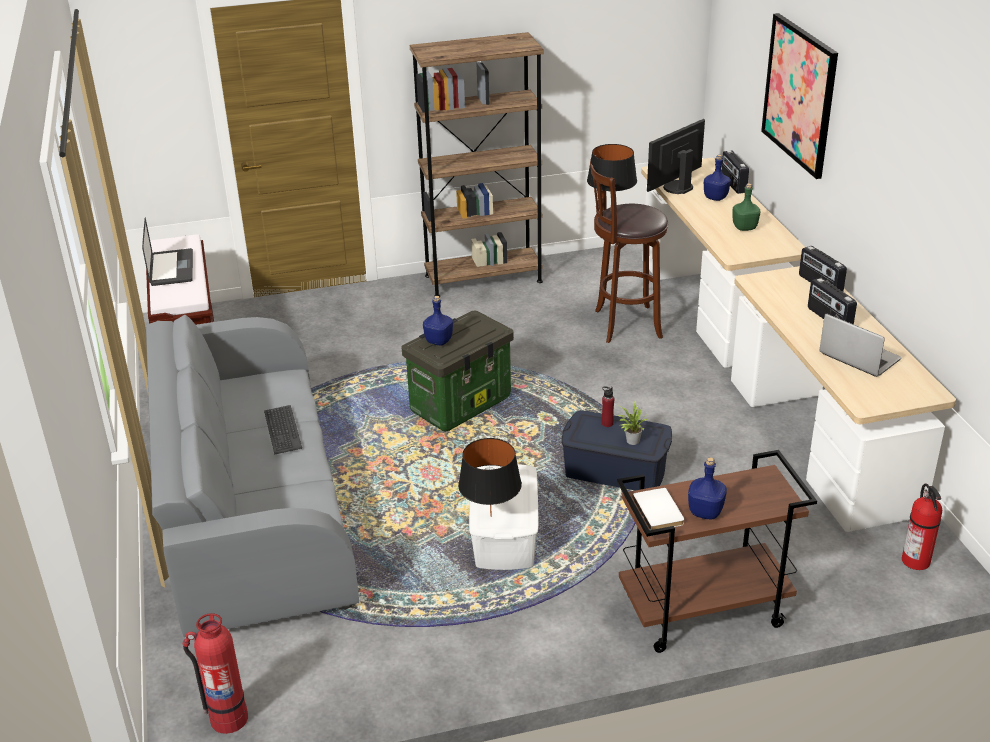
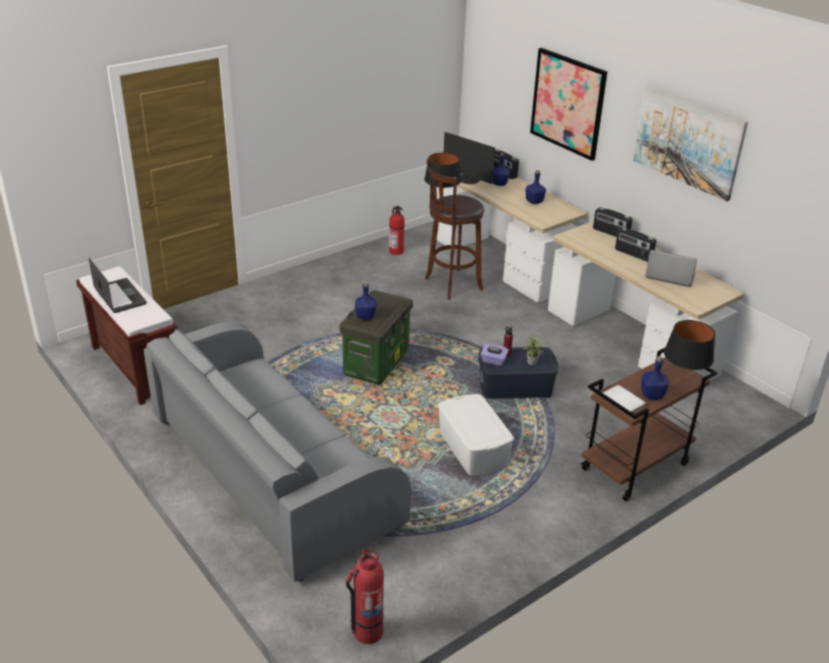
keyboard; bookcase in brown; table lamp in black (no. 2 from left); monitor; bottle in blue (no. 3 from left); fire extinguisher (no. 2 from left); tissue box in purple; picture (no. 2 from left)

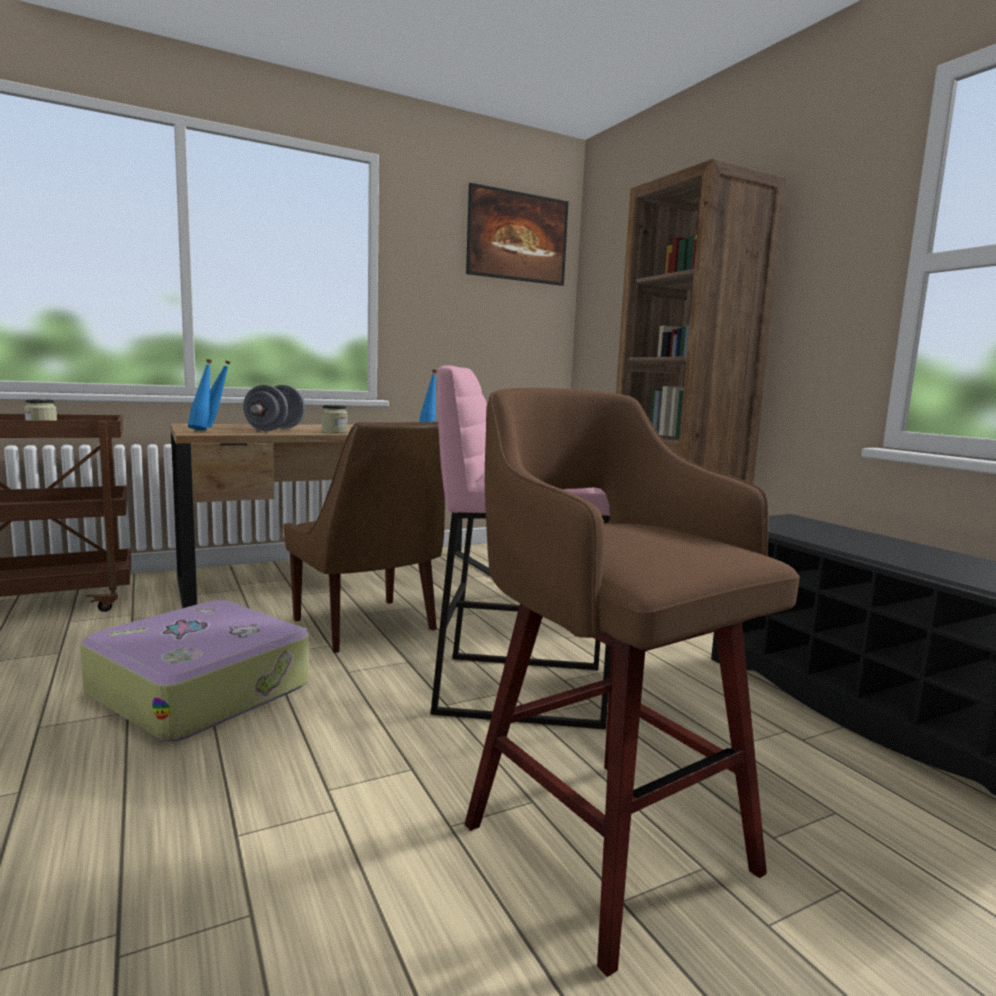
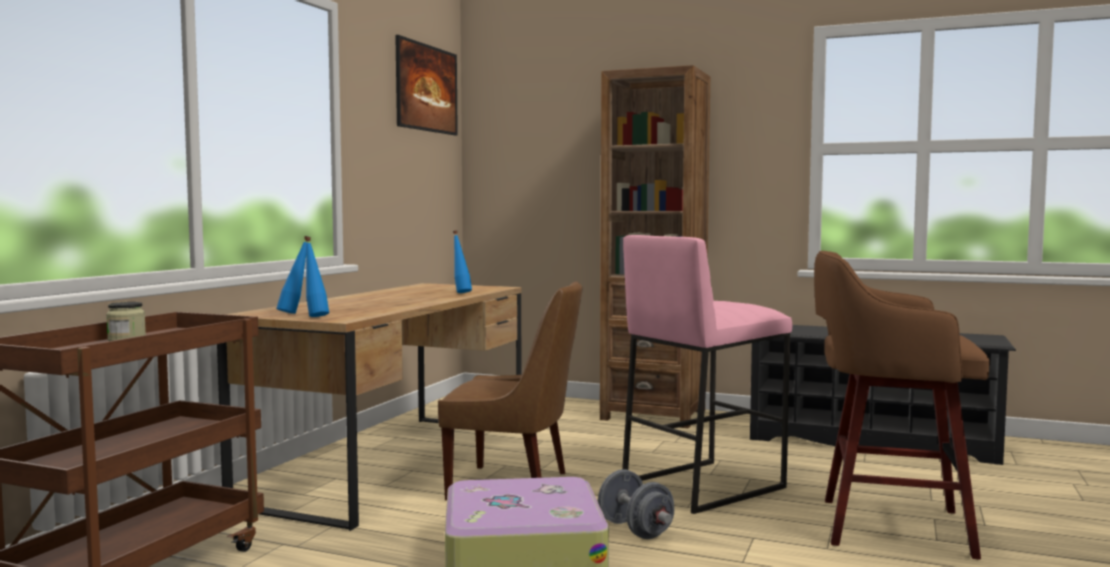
dumbbell in grey; jar (no. 2 from left in the first image)

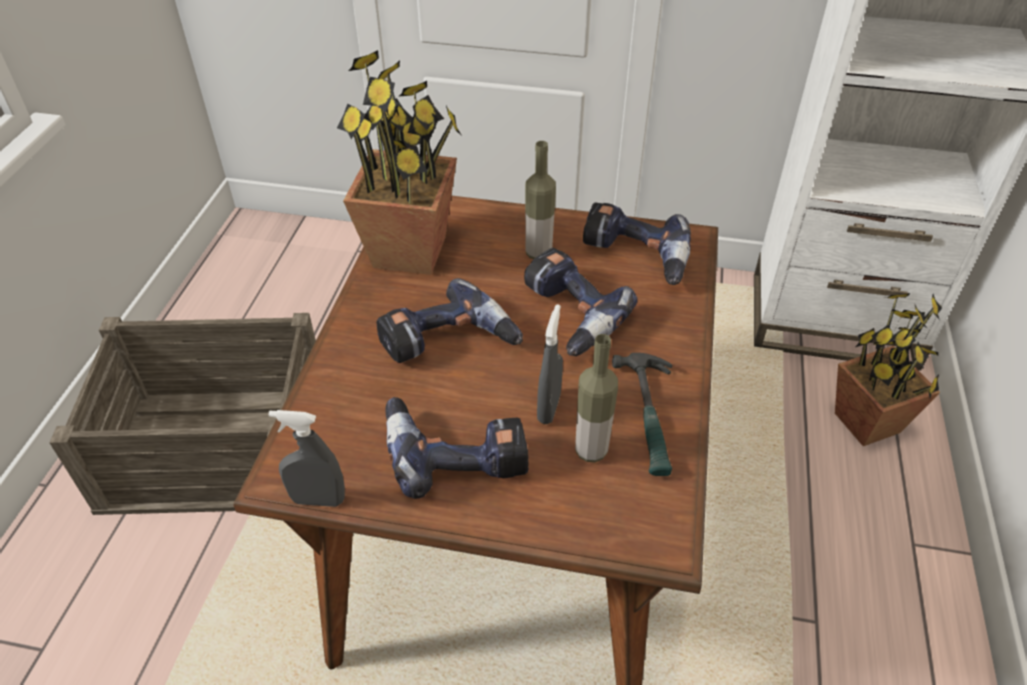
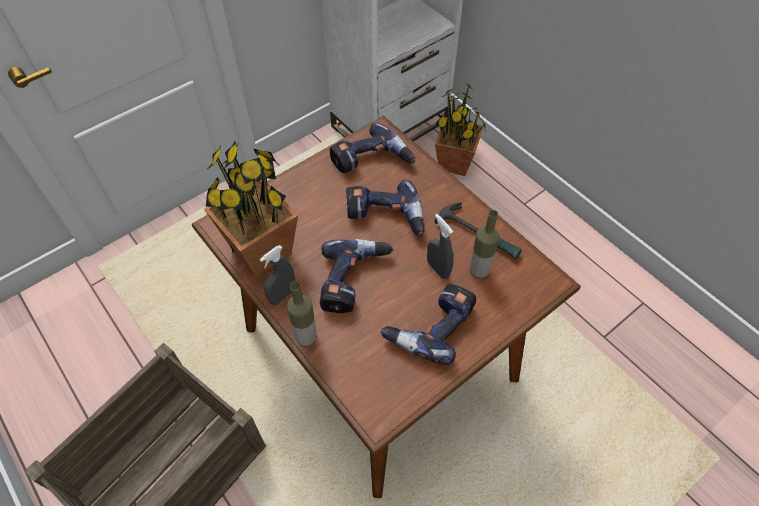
spray bottle in grey (no. 1 from left); bottle (no. 1 from left)

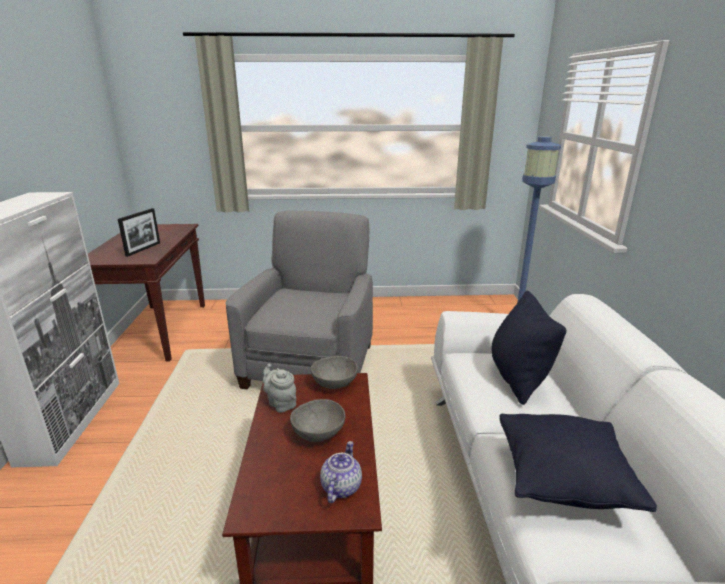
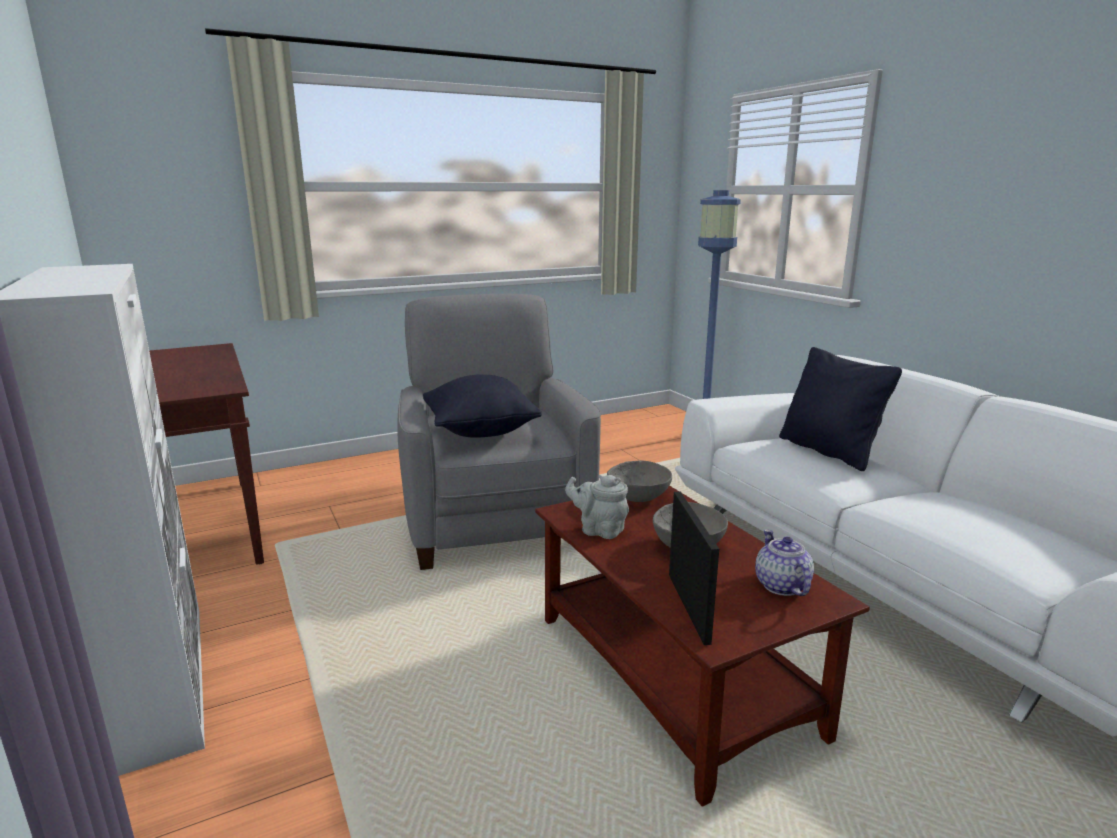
picture frame; pillow in black (no. 1 from left)

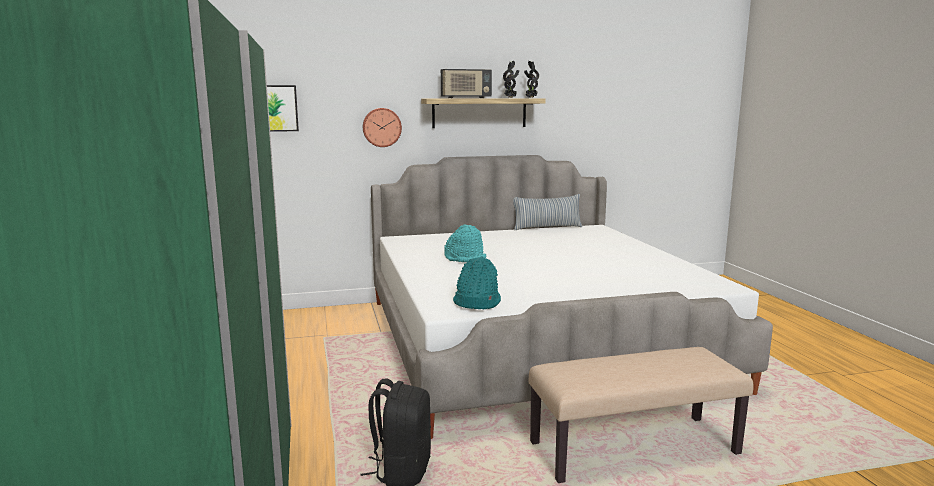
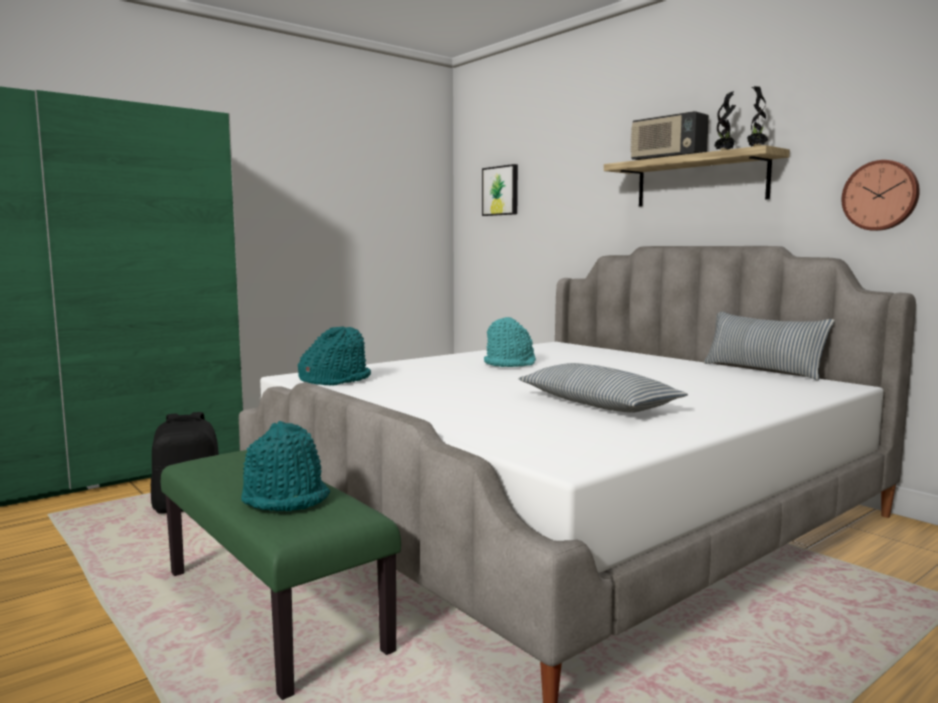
wall clock; bench in green; hat in turquoise (no. 1 from left); pillow (no. 1 from left)

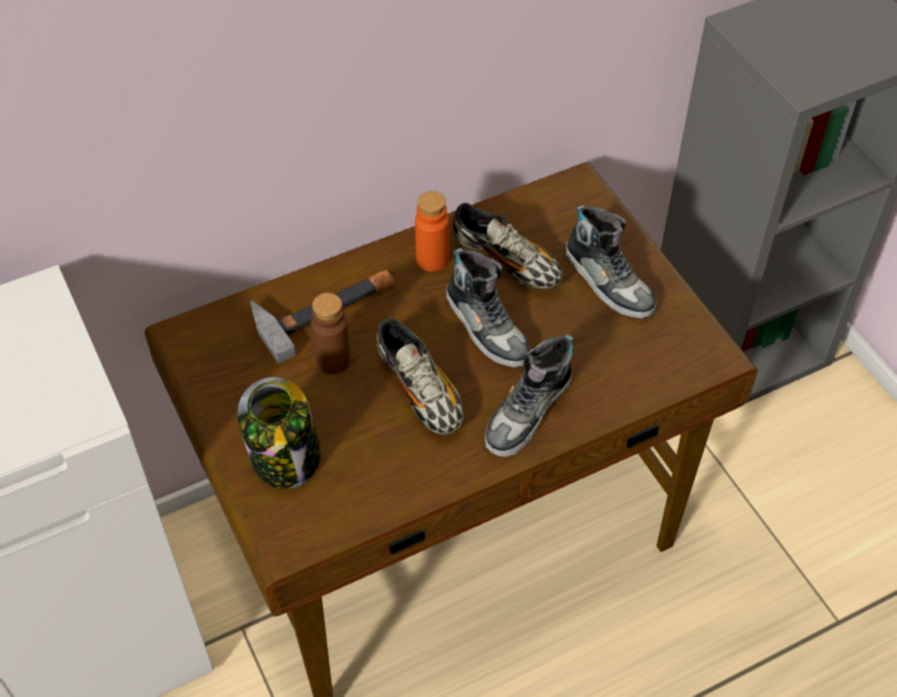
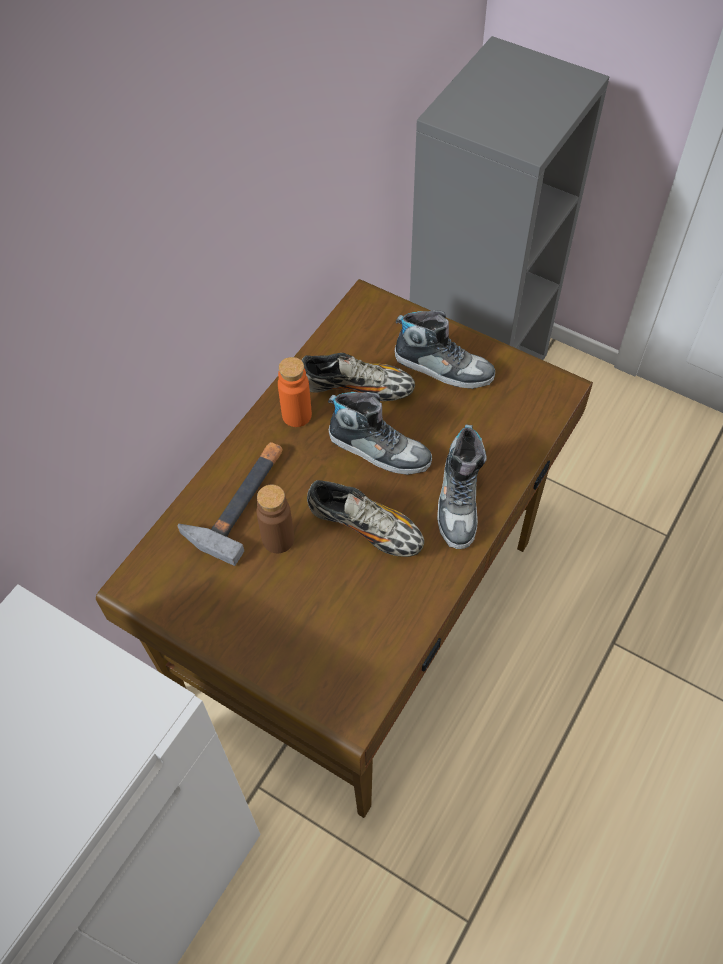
jar

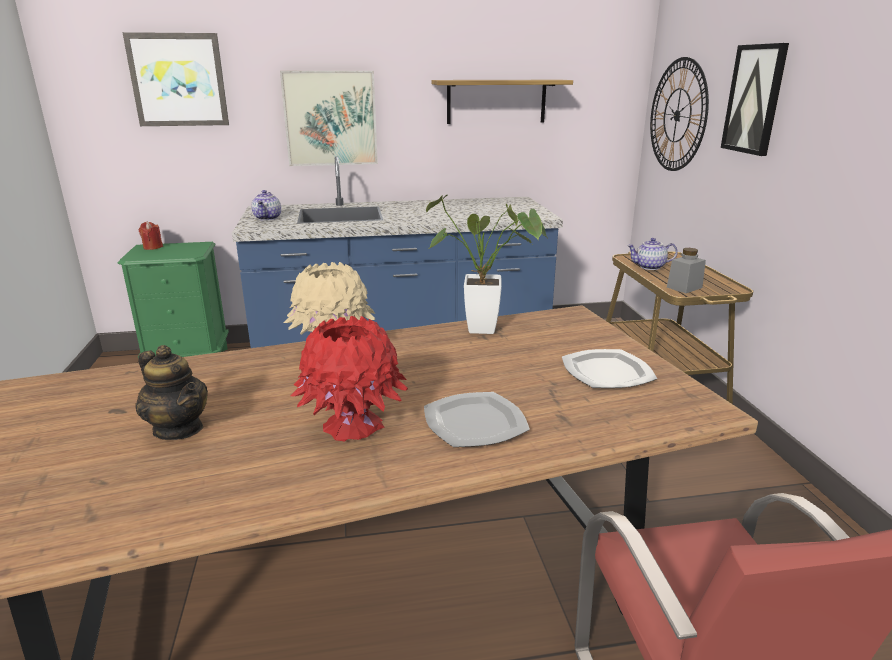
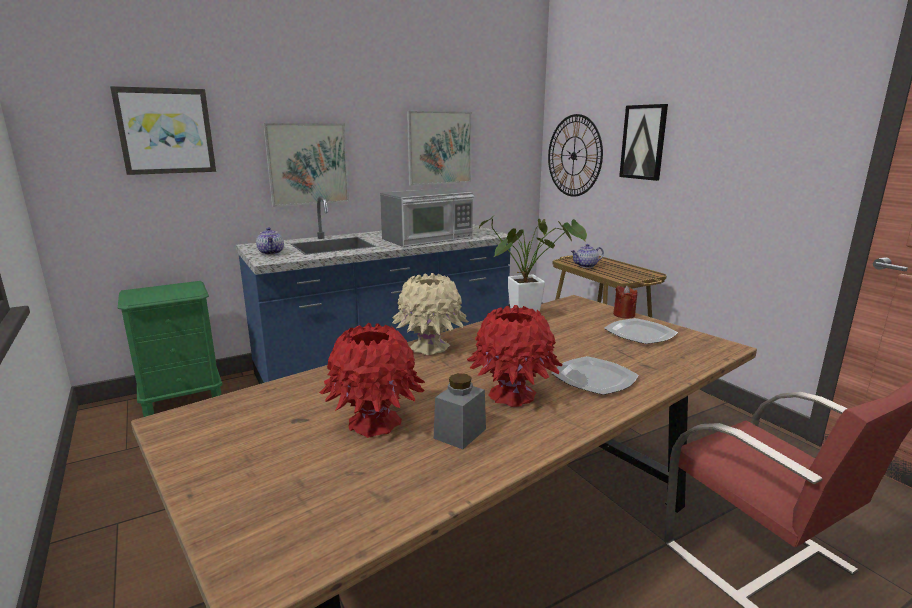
vase in red (no. 1 from left); candle in red; picture (no. 3 from left); jar in grey; microwave

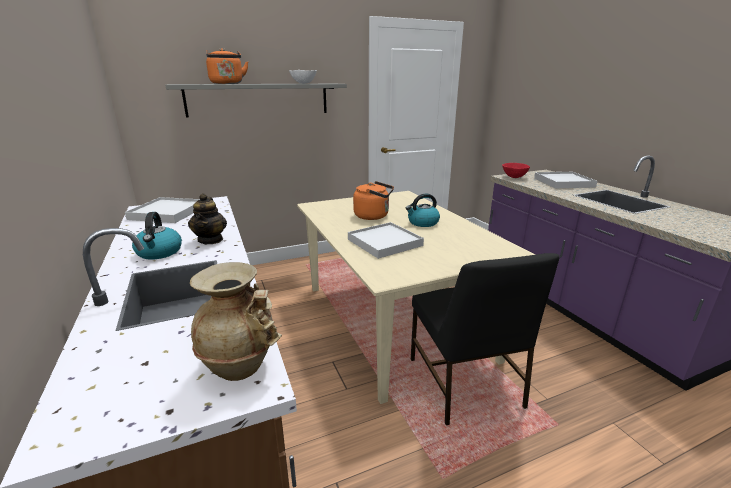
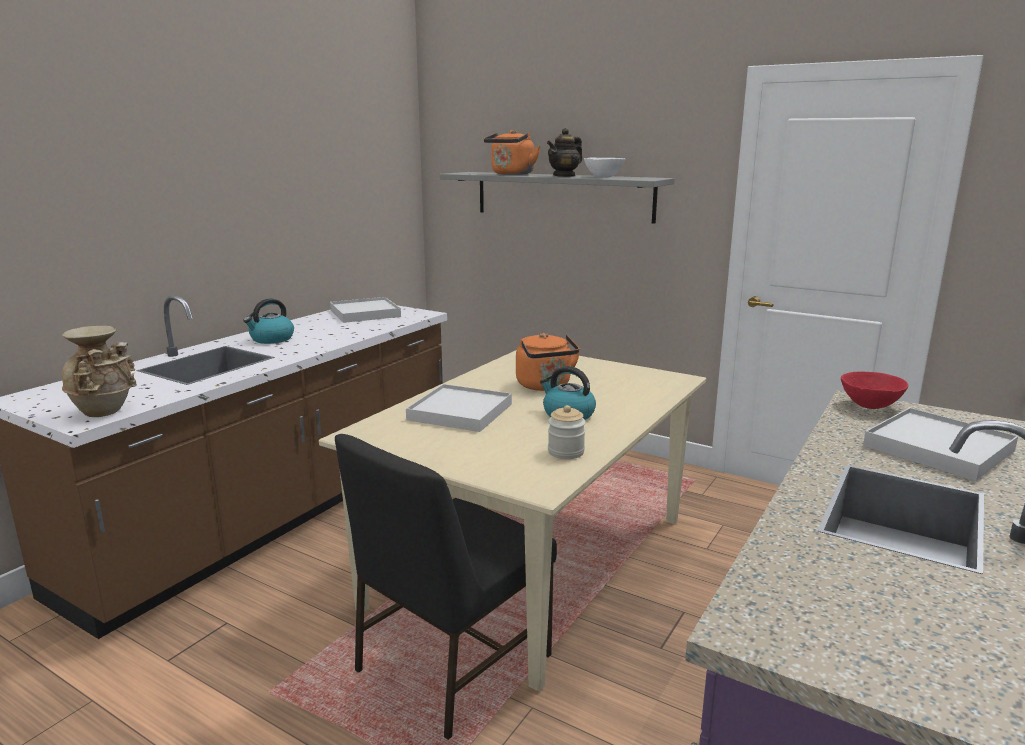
teapot; jar

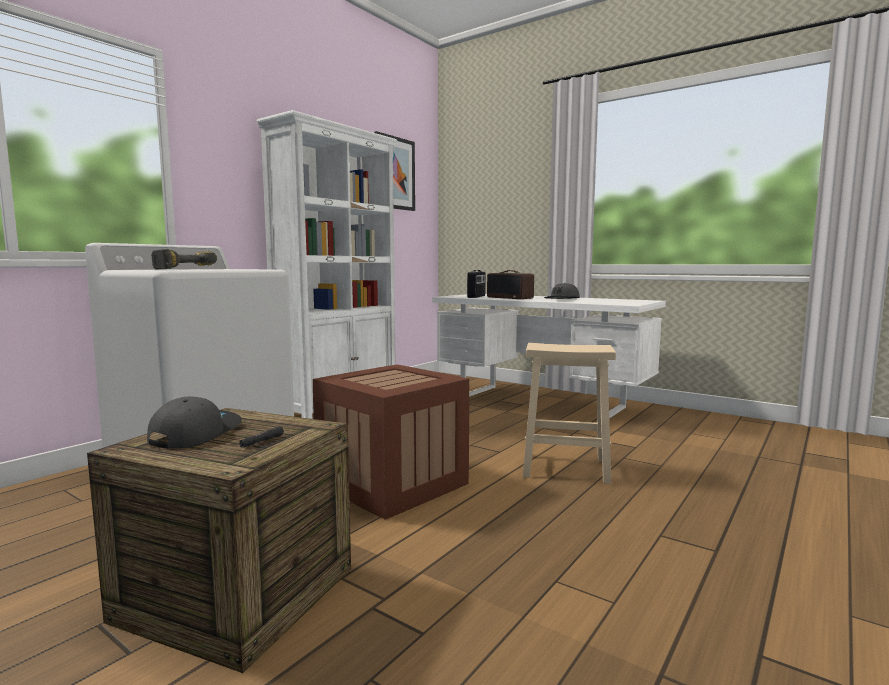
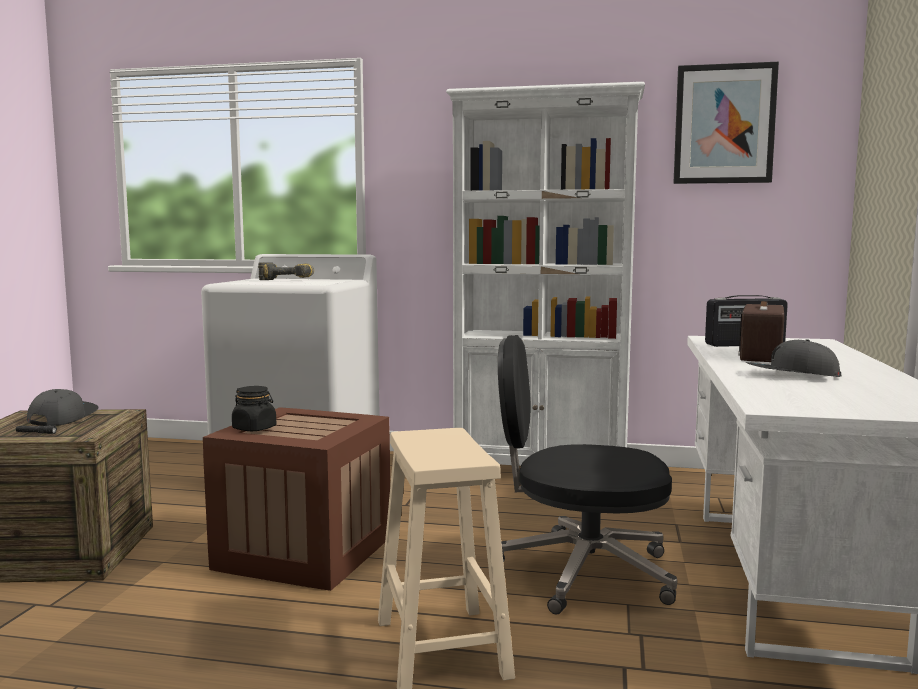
cap in grey (no. 1 from left); jar in black; office chair in black

